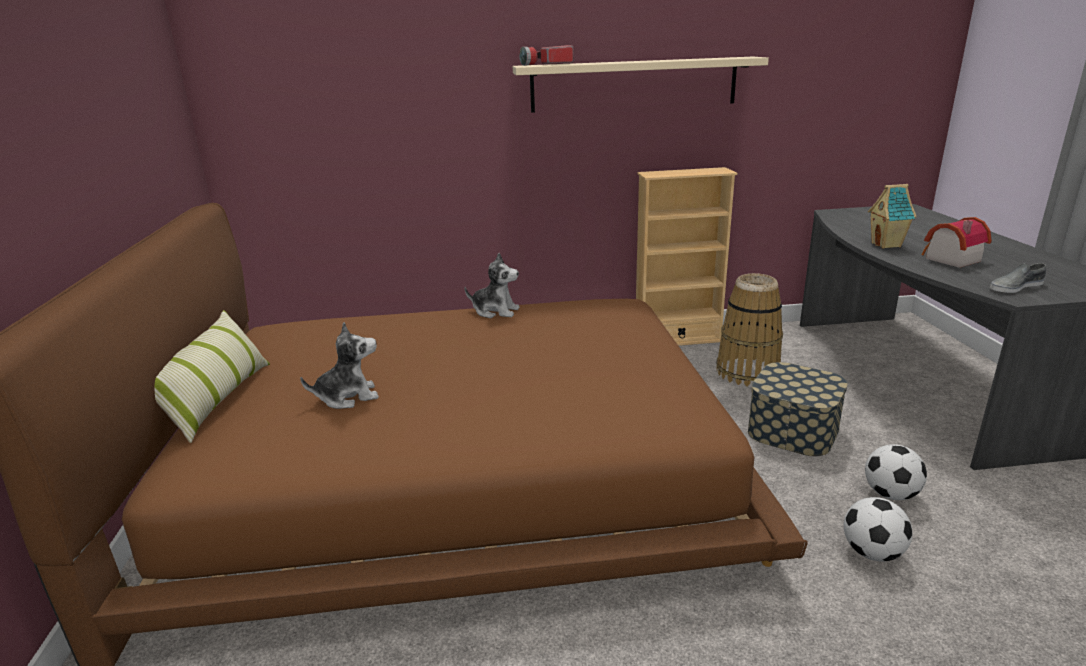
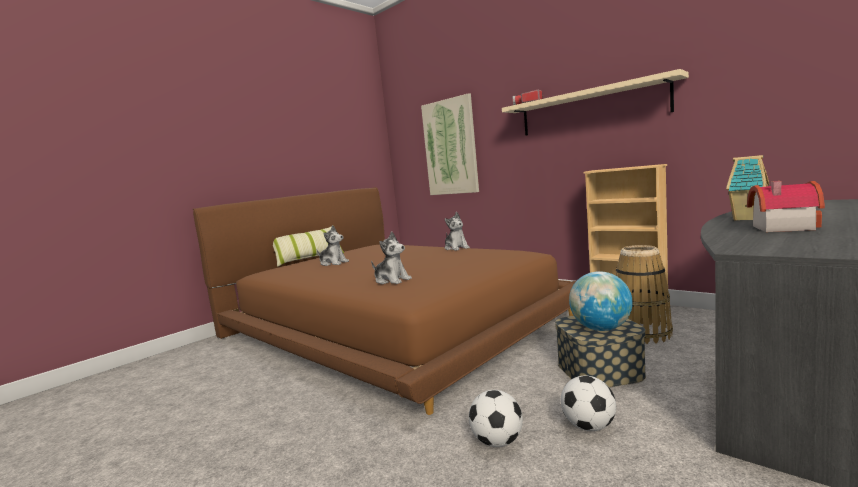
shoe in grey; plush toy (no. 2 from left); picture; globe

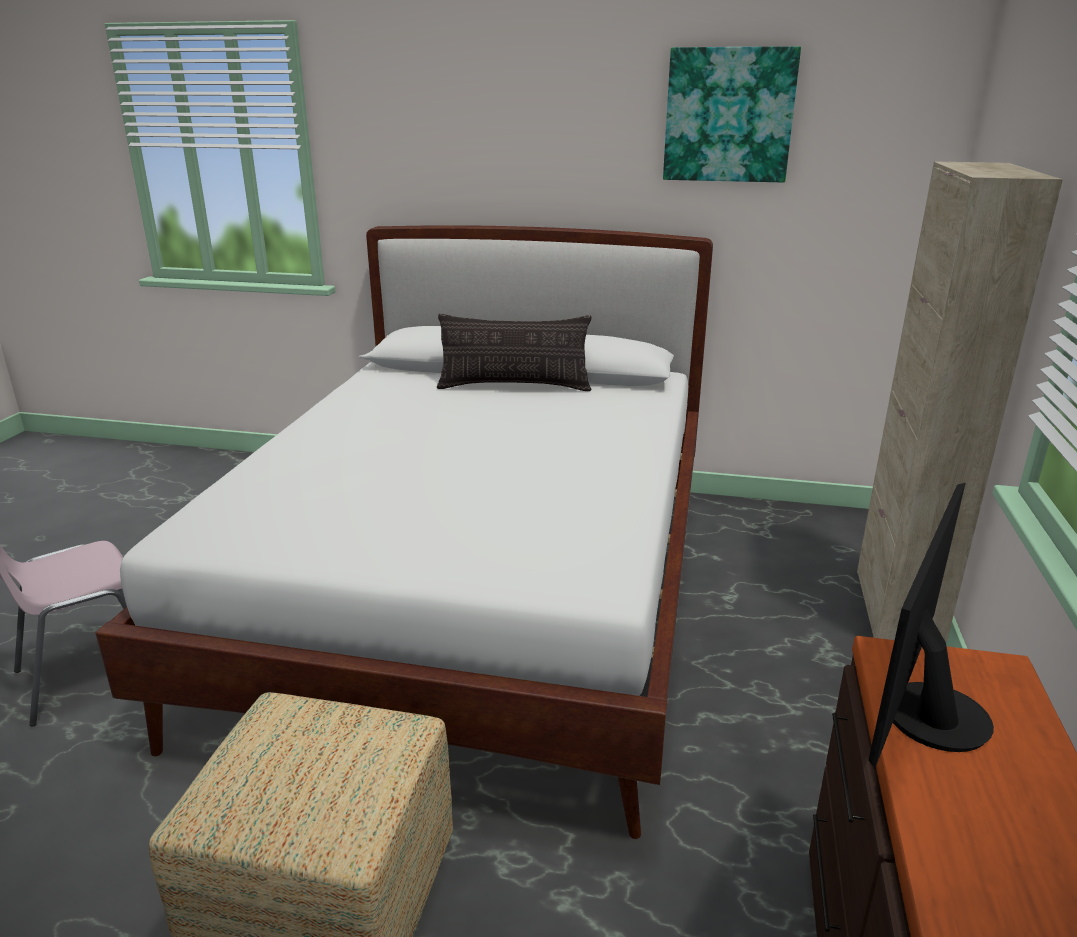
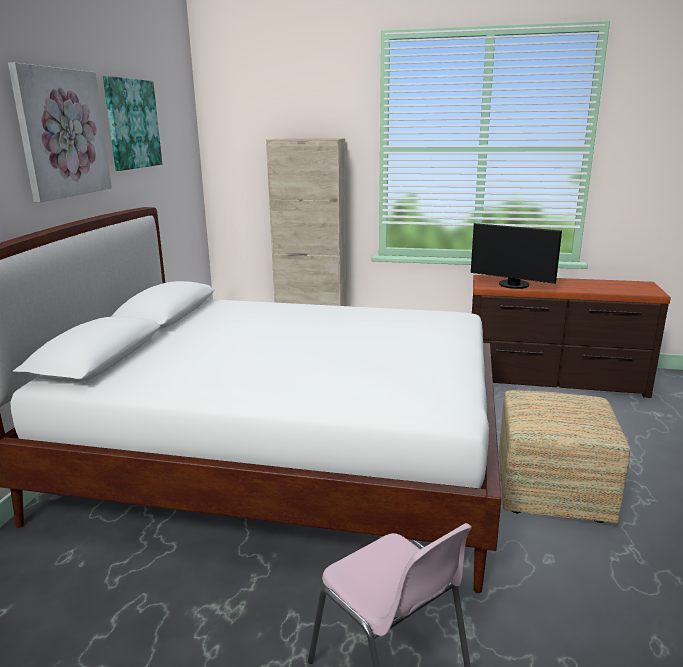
pillow; picture (no. 1 from left)

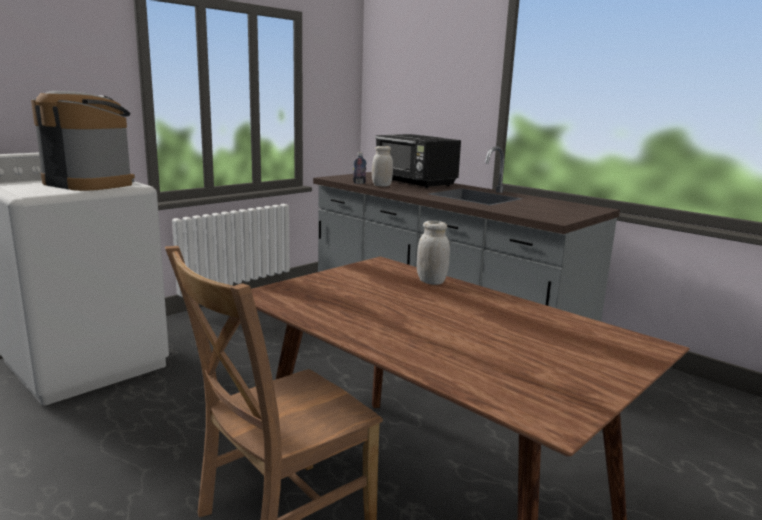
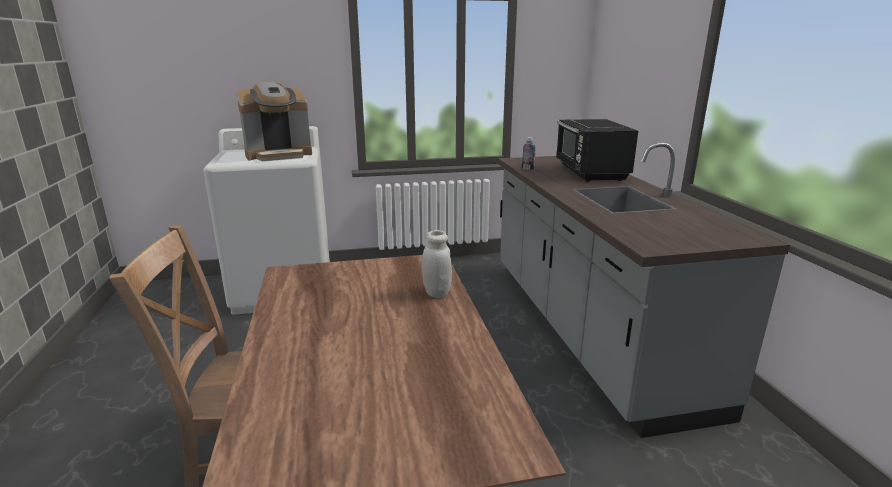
coffee machine; jar in white (no. 1 from left in the first image)

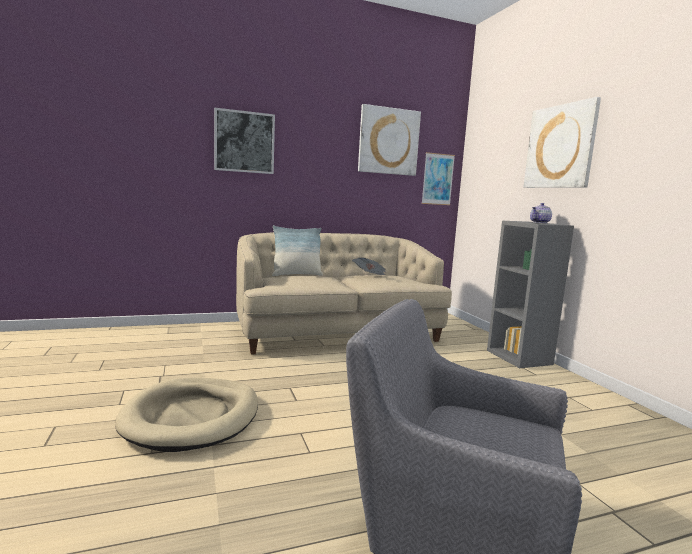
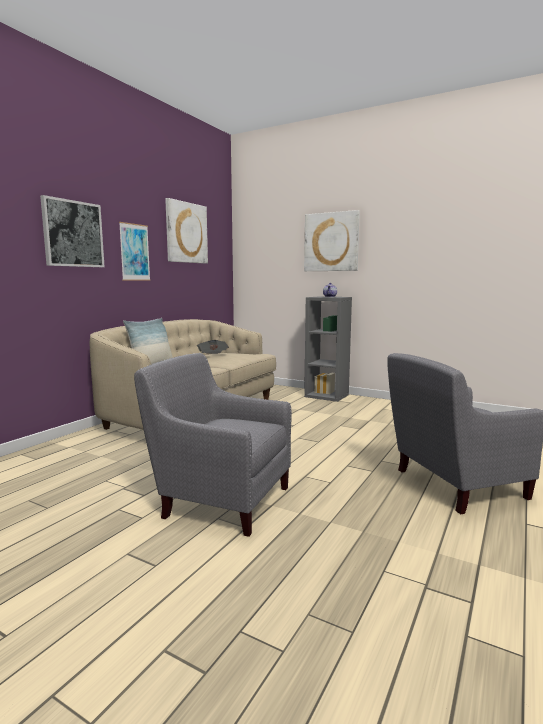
armchair in grey (no. 1 from left); picture (no. 2 from left)

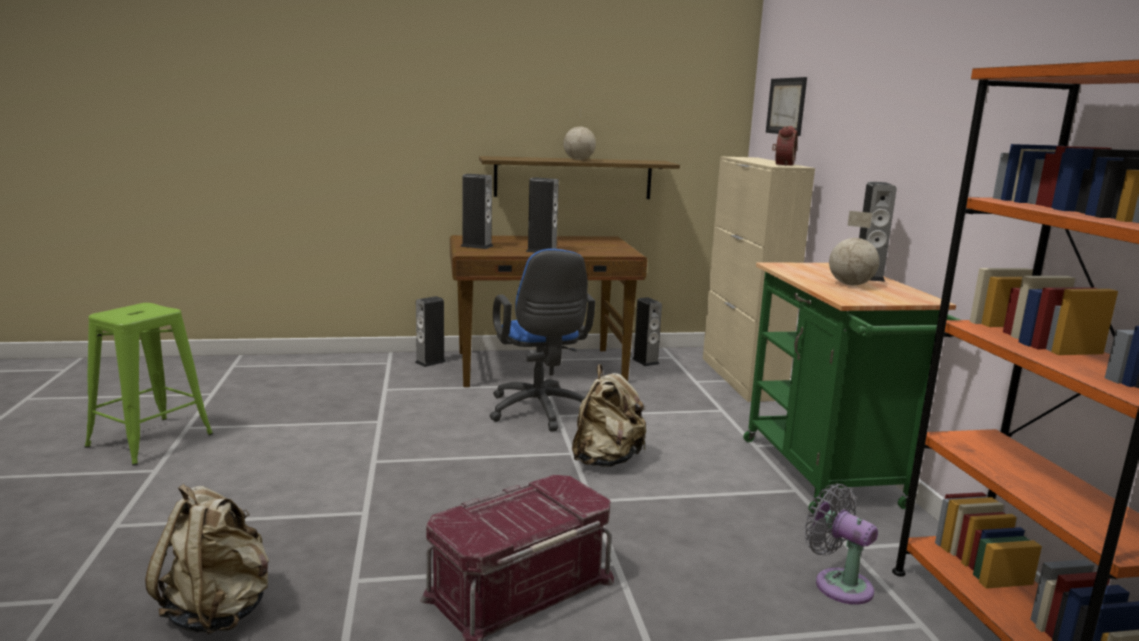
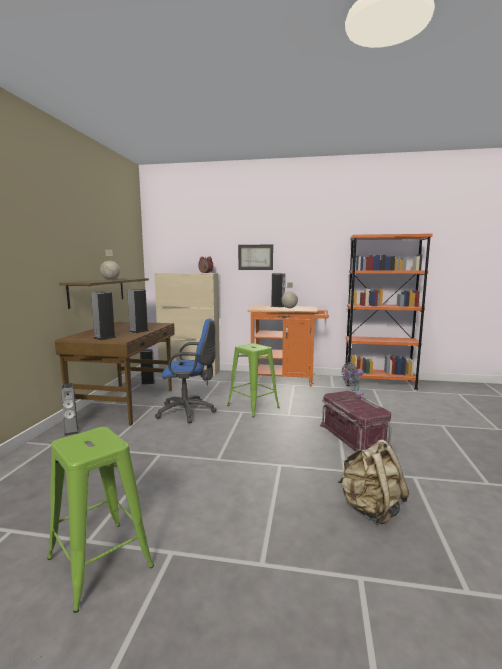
stool in green (no. 2 from left); cart in orange; picture

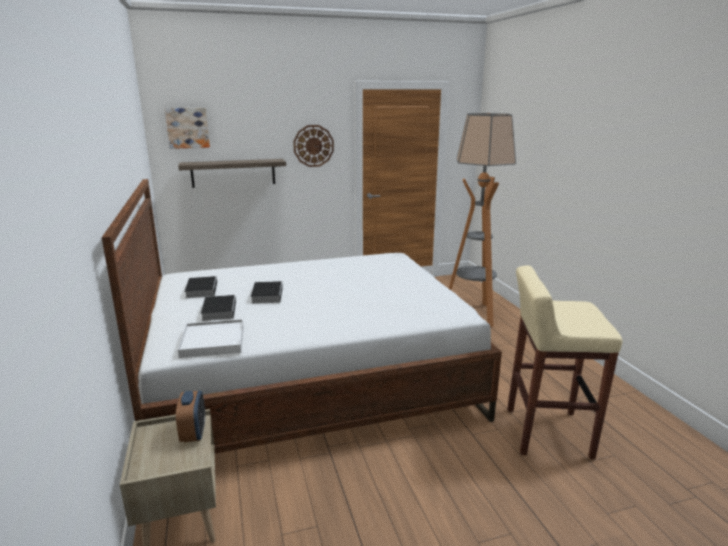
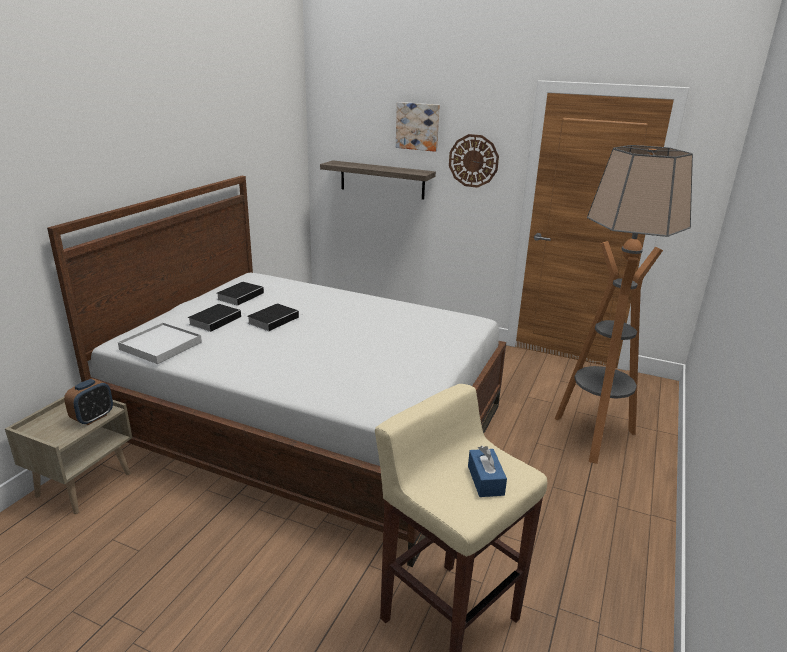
picture; tissue box in blue

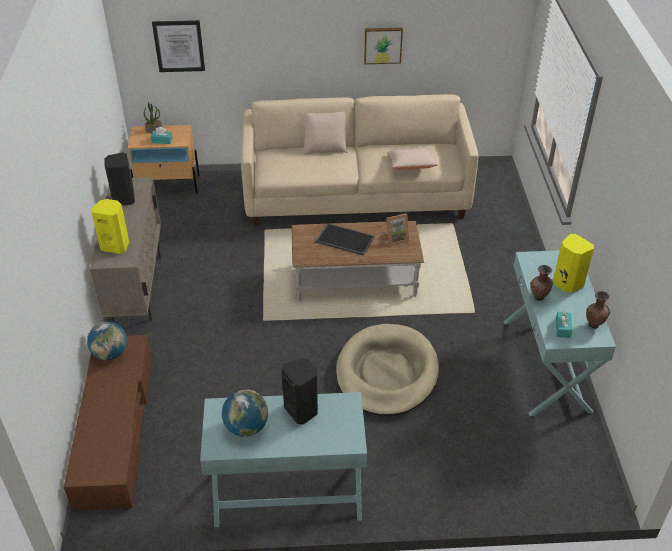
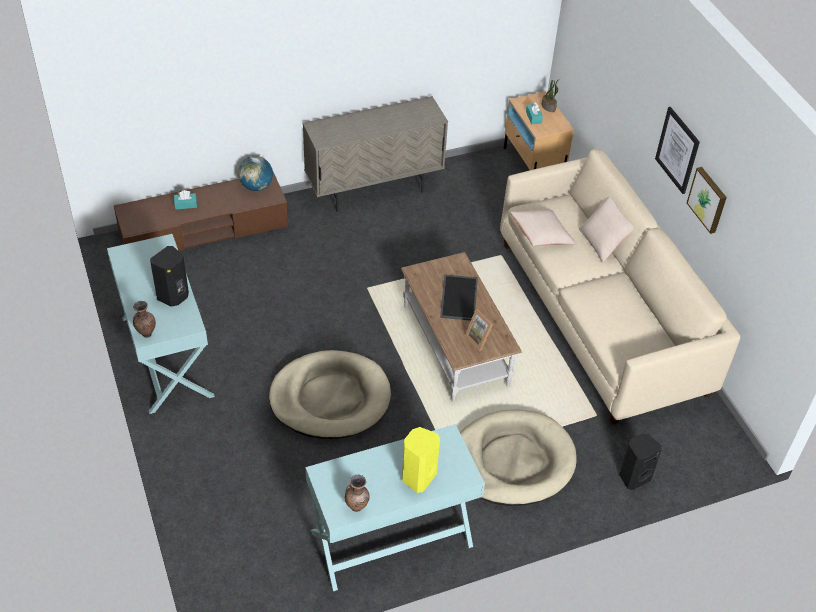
speaker in yellow (no. 1 from left in the first image); speaker in black (no. 2 from left); picture (no. 1 from left); globe (no. 2 from left in the first image); pillow in beige (no. 1 from left); vase in brown (no. 1 from left); tissue box in turquoise (no. 1 from left); dog bed in beige (no. 2 from left)

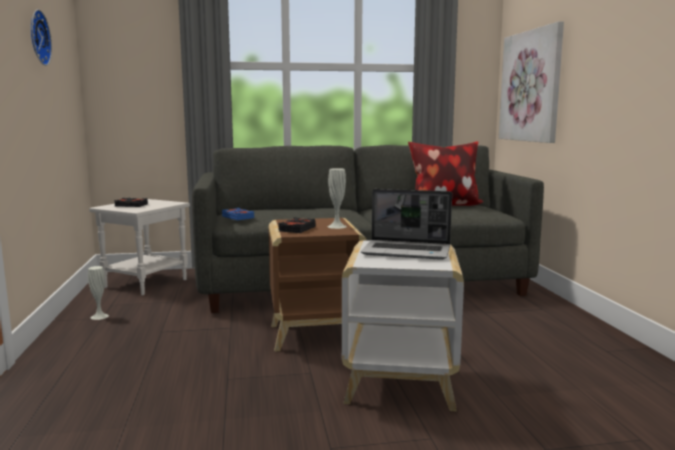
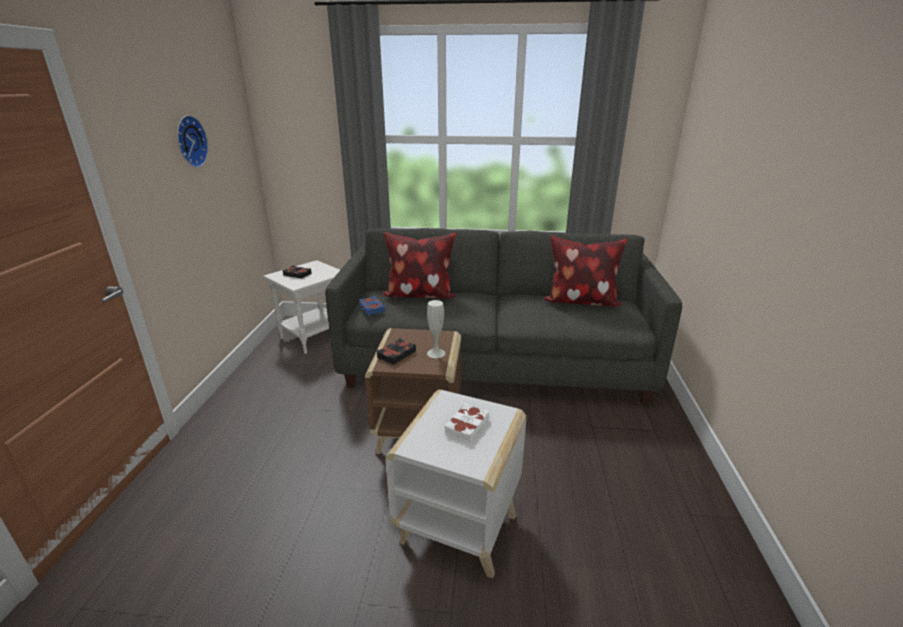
vase in white (no. 1 from left in the first image); book in white; picture; pillow (no. 1 from left)

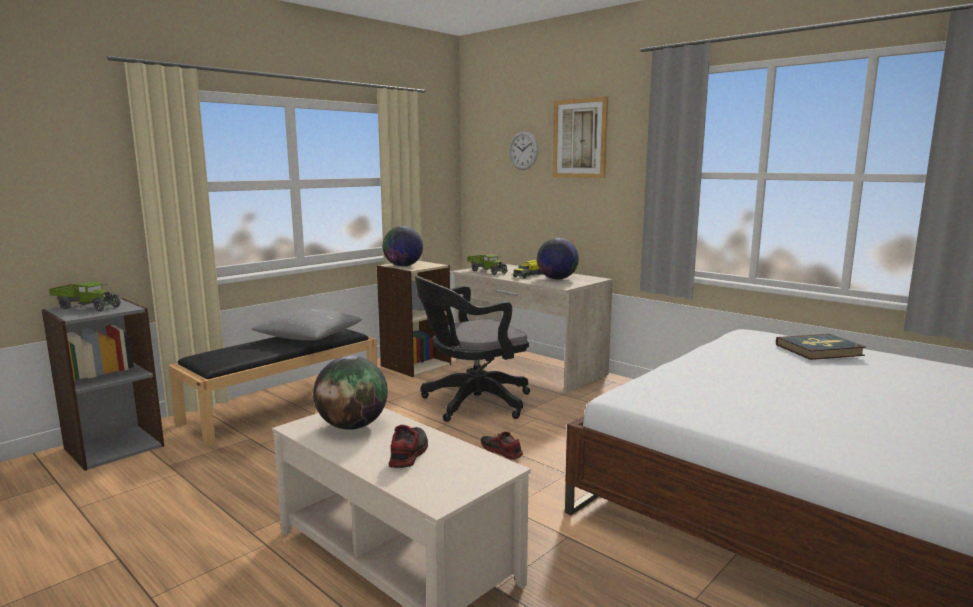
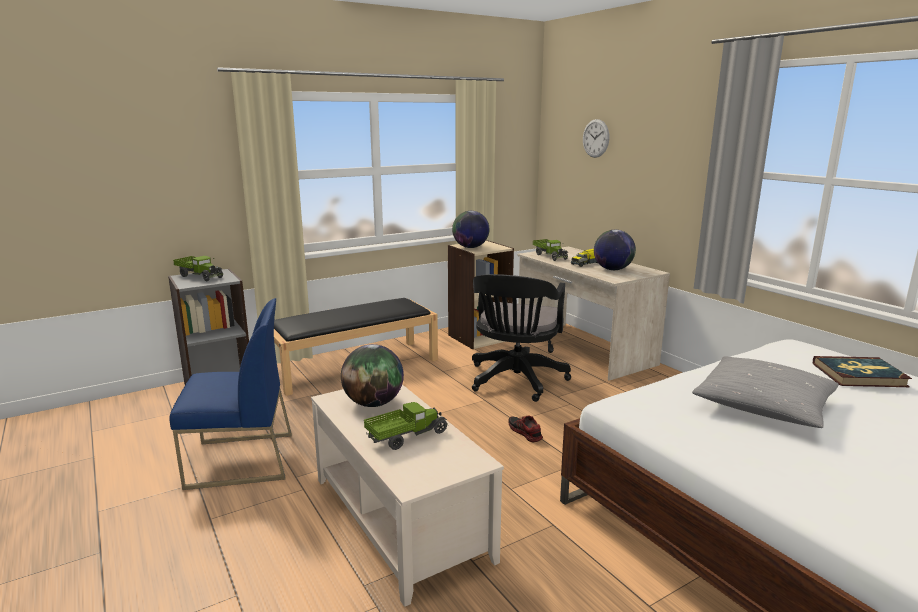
pillow in grey; toy truck (no. 2 from left); office chair in black; picture; chair in blue

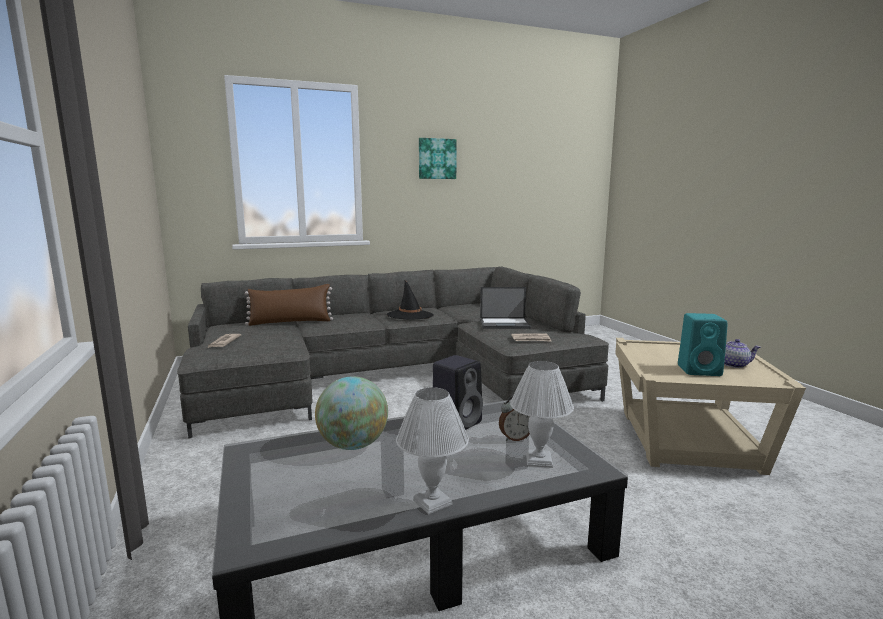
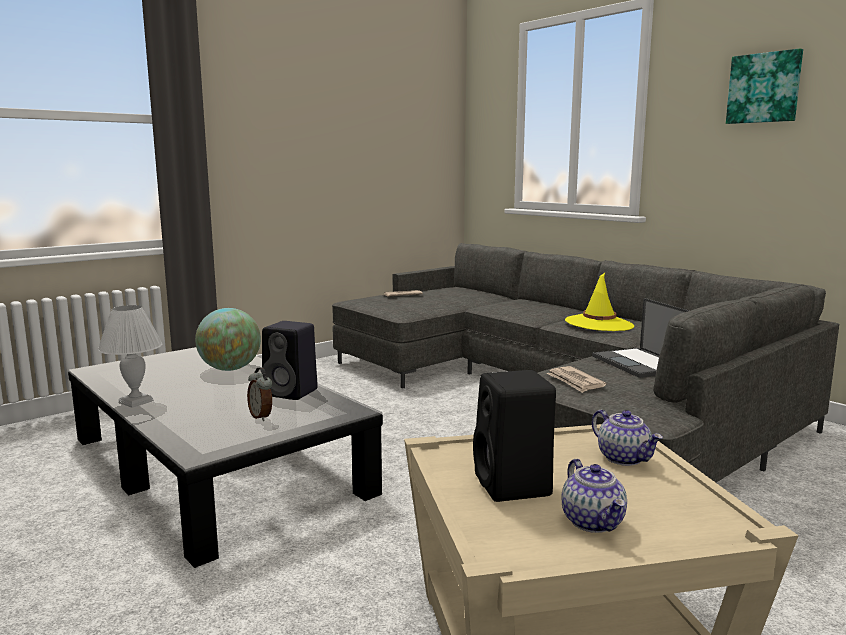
pillow in brown; hat in yellow; table lamp in white (no. 2 from left in the first image); speaker in black (no. 2 from left); teapot (no. 2 from left)

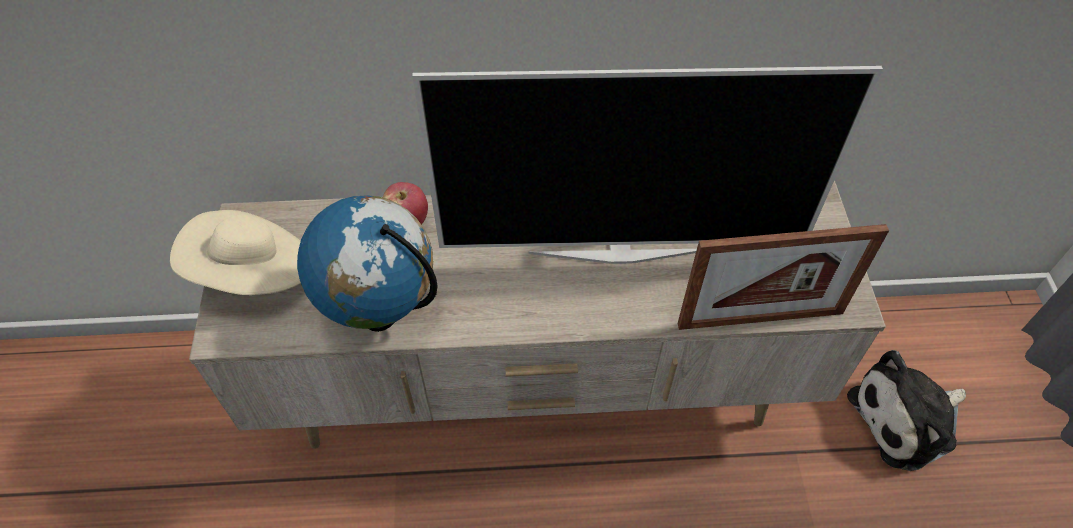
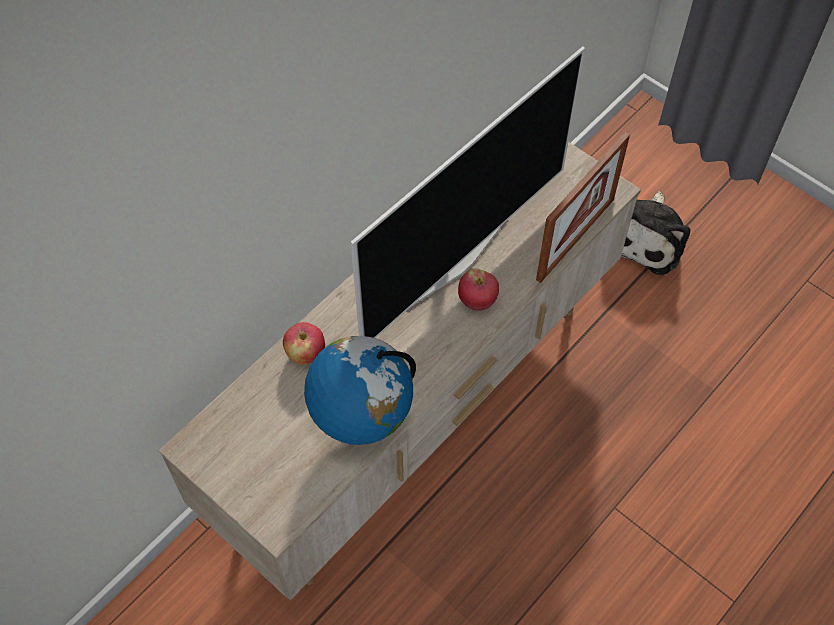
hat in beige; apple (no. 2 from left)

